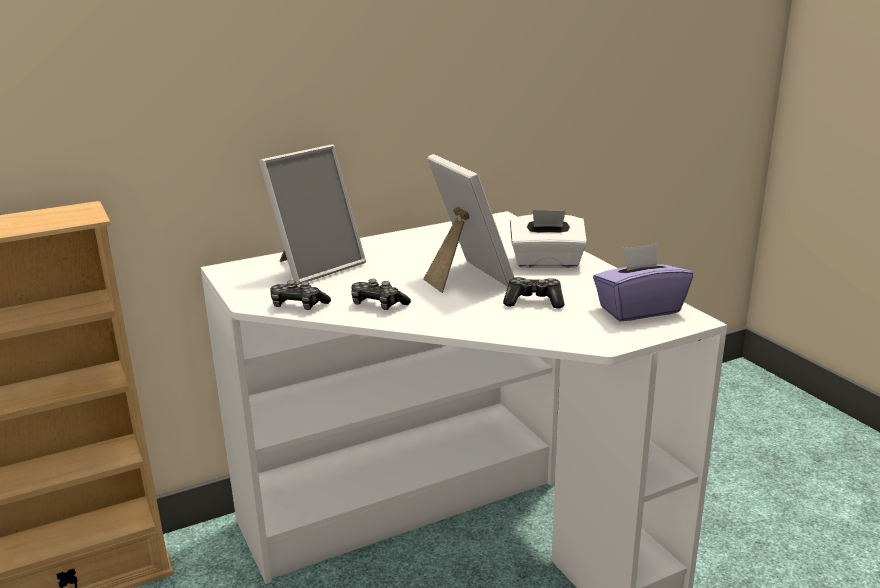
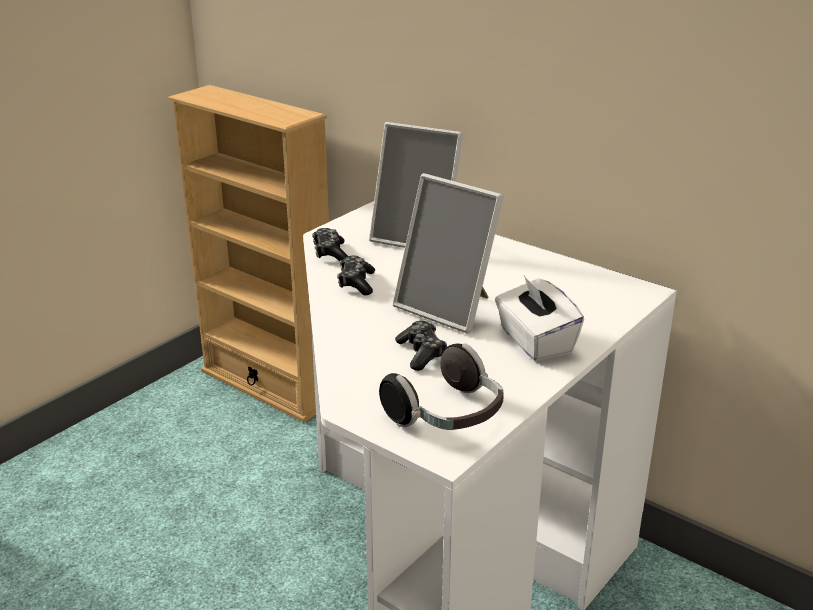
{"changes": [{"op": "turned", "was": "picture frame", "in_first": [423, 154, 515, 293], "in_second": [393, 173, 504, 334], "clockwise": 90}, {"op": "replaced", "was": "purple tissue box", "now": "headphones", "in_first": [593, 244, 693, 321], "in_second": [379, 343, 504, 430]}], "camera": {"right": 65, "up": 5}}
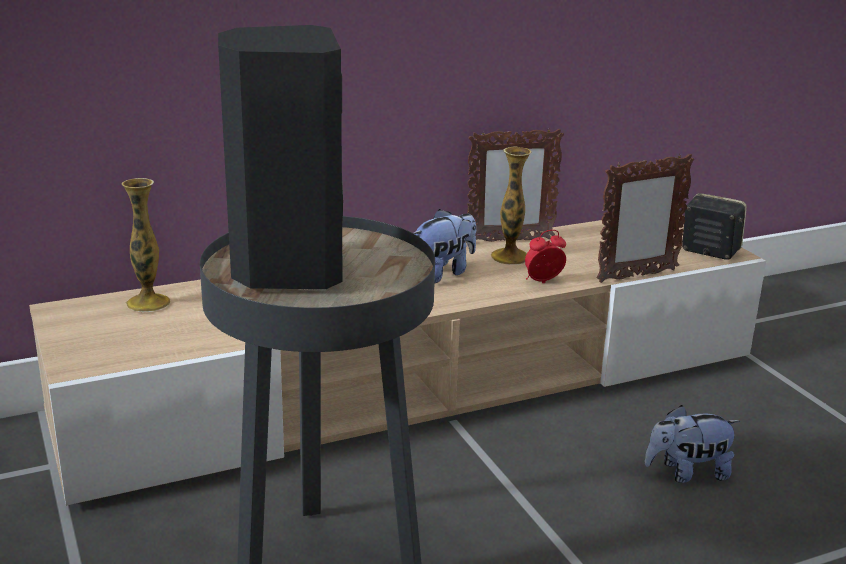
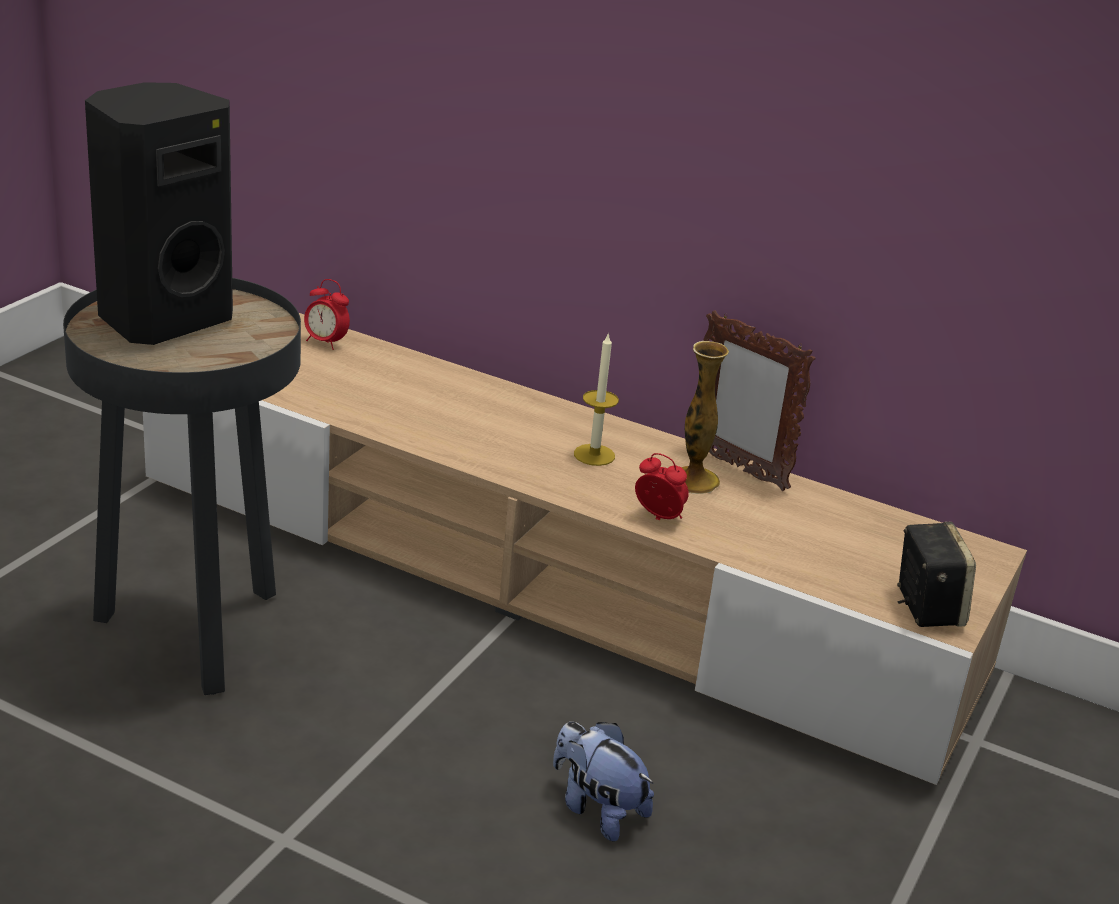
{"changes": [{"op": "removed", "was": "picture frame", "in_first": [596, 154, 694, 283]}, {"op": "replaced", "was": "vase", "now": "alarm clock", "in_first": [122, 178, 171, 312], "in_second": [304, 279, 350, 350]}, {"op": "replaced", "was": "plush toy", "now": "candle", "in_first": [413, 209, 476, 283], "in_second": [574, 332, 619, 466]}], "camera": {"right": 50, "up": 5}}
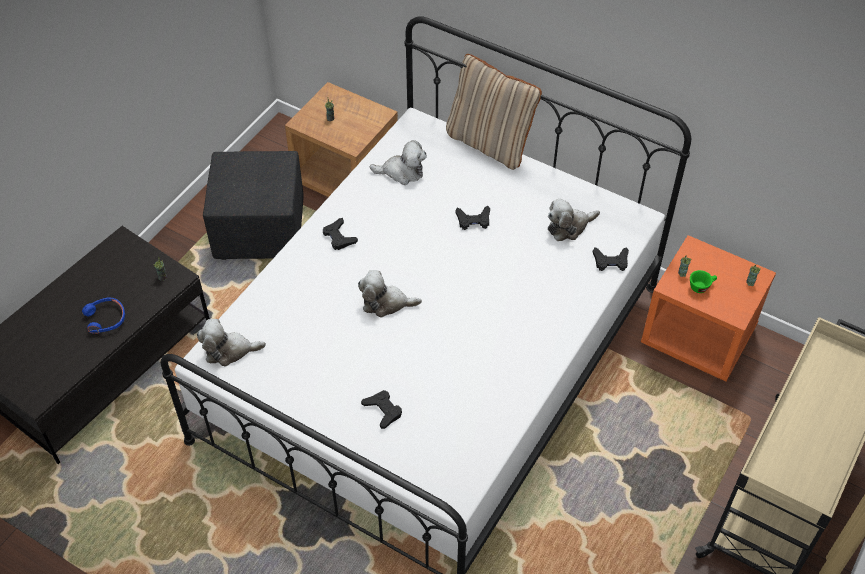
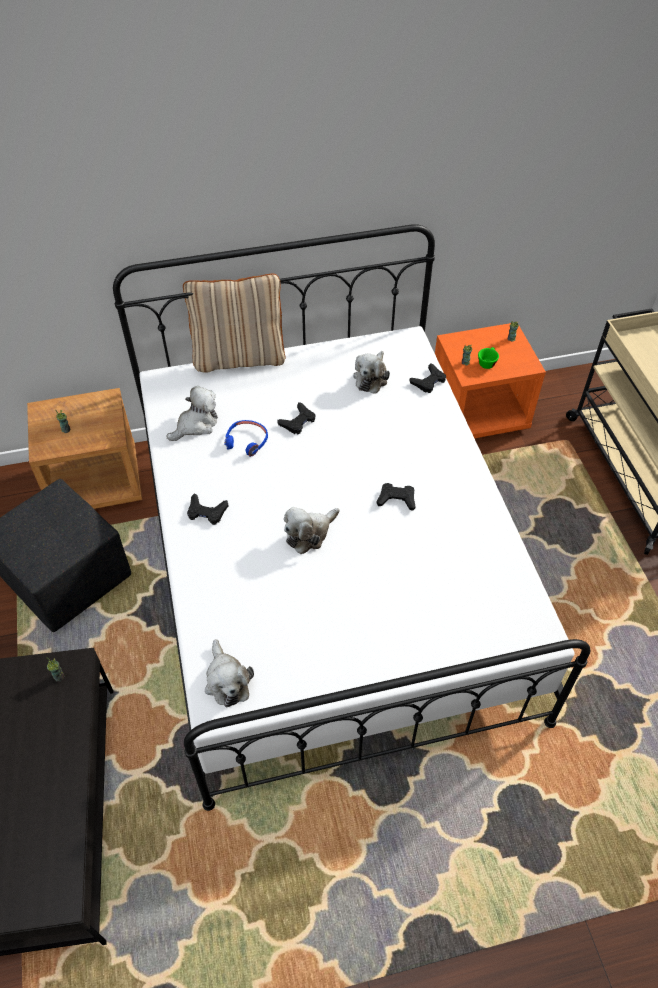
{"changes": [{"op": "moved", "was": "blue headphones", "in_first": [82, 297, 125, 334], "in_second": [224, 420, 268, 457]}, {"op": "turned", "was": "plush toy", "in_first": [197, 319, 266, 366], "in_second": [205, 639, 254, 708], "clockwise": -60}, {"op": "moved", "was": "black game controller", "in_first": [361, 390, 402, 429], "in_second": [376, 483, 416, 511]}], "camera": {"right": -45, "up": 0}}
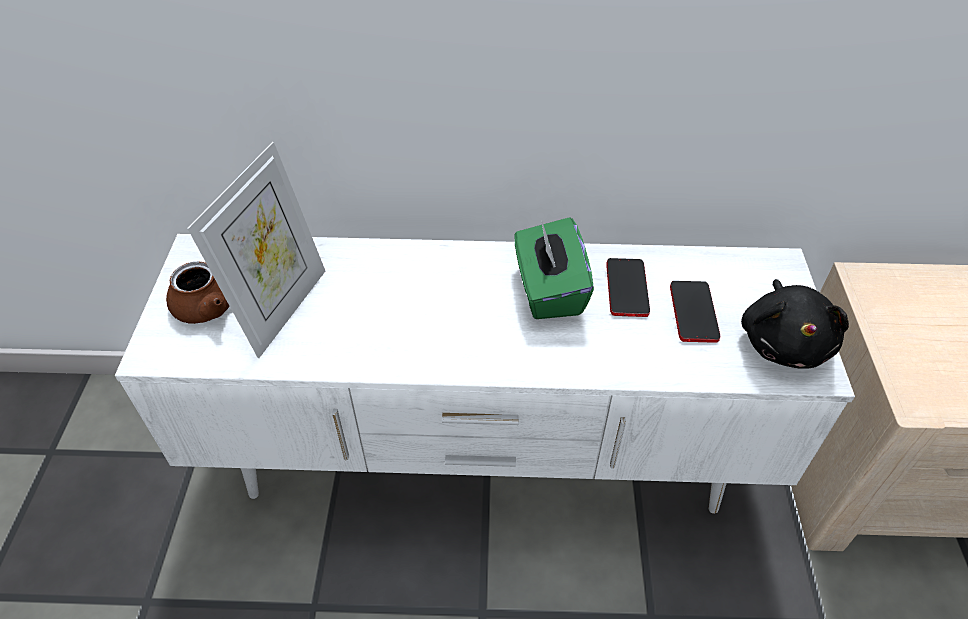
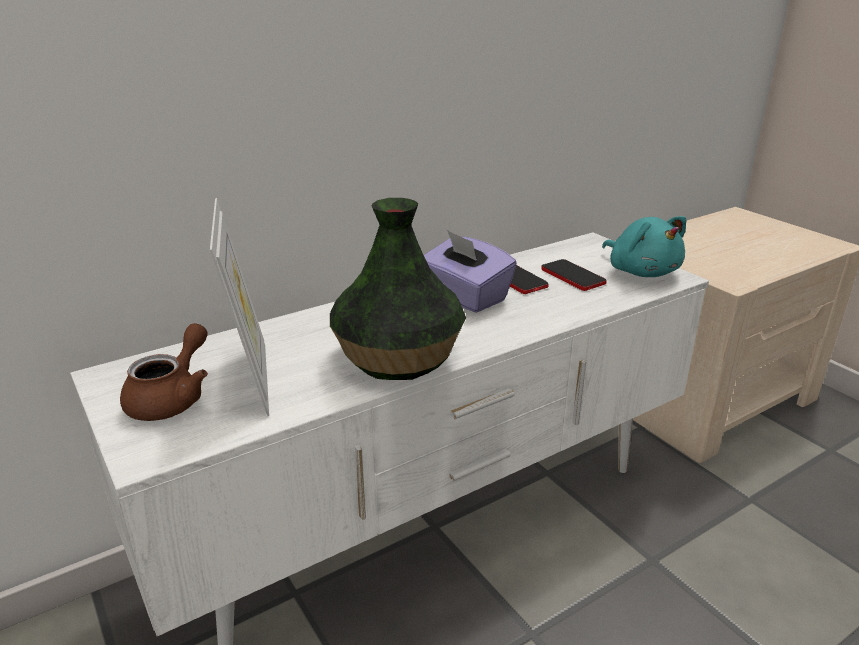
{"changes": [{"op": "recoloured", "was": "green tissue box", "now": "purple tissue box", "in_first": [514, 217, 594, 319], "in_second": [424, 230, 517, 313]}, {"op": "recoloured", "was": "black plush toy", "now": "turquoise plush toy", "in_first": [741, 279, 849, 368], "in_second": [602, 216, 686, 277]}, {"op": "added", "now": "vase", "in_second": [330, 198, 466, 380]}], "camera": {"right": -35, "up": -20}}
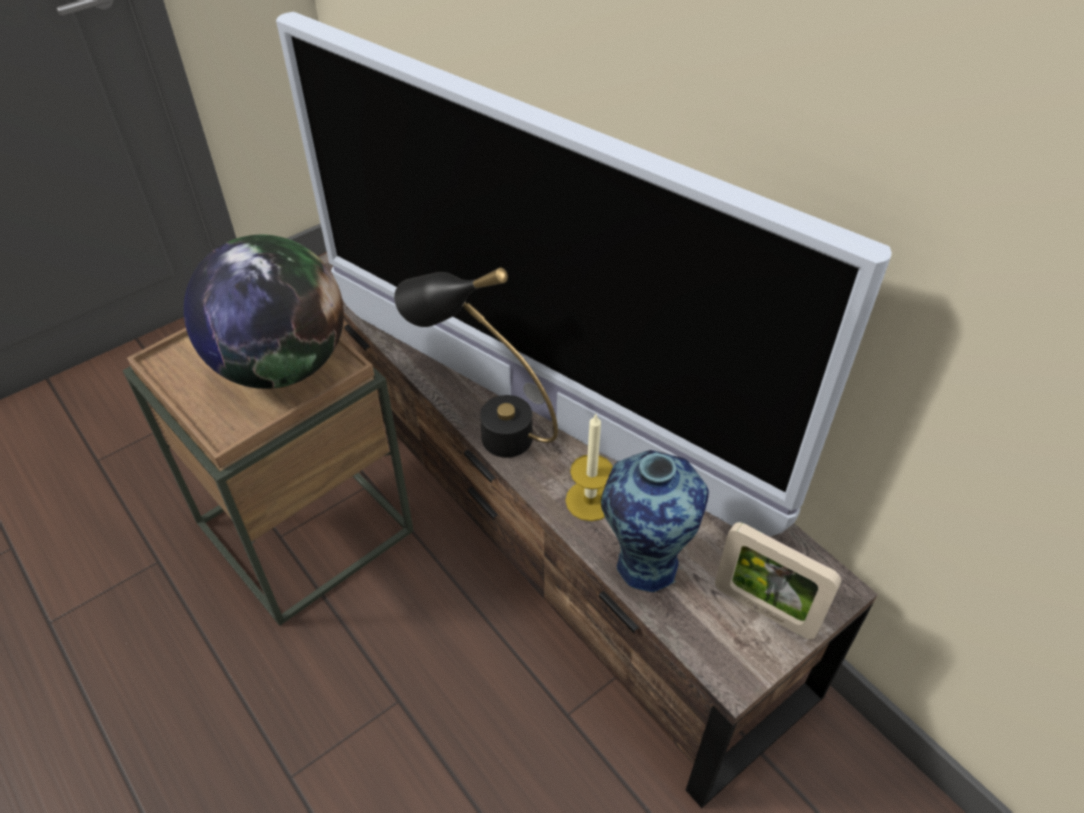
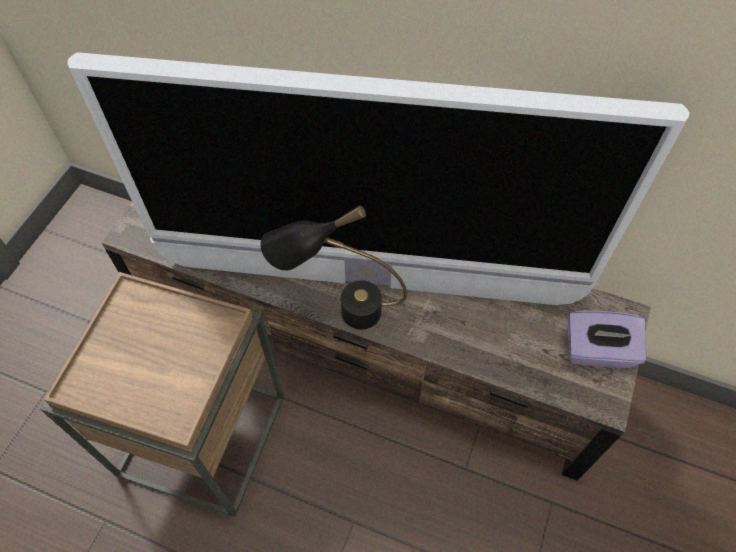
{"changes": [{"op": "removed", "was": "globe", "in_first": [184, 235, 344, 389]}, {"op": "removed", "was": "candle", "in_first": [565, 414, 613, 521]}, {"op": "removed", "was": "vase", "in_first": [601, 450, 709, 592]}, {"op": "replaced", "was": "picture frame", "now": "purple tissue box", "in_first": [715, 522, 842, 639], "in_second": [568, 311, 646, 368]}], "camera": {"right": -30, "up": 10}}
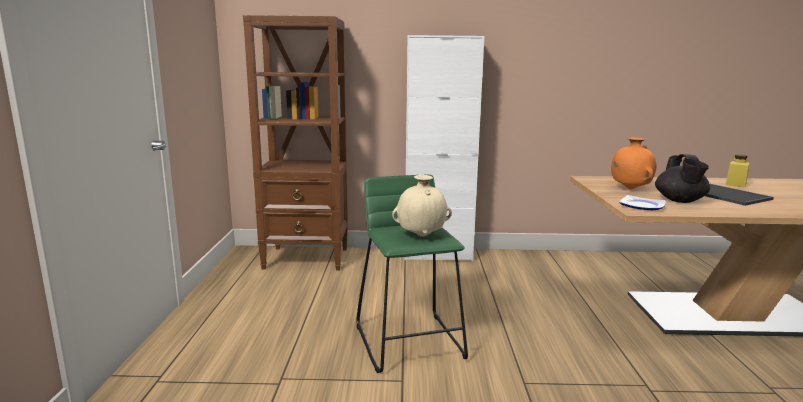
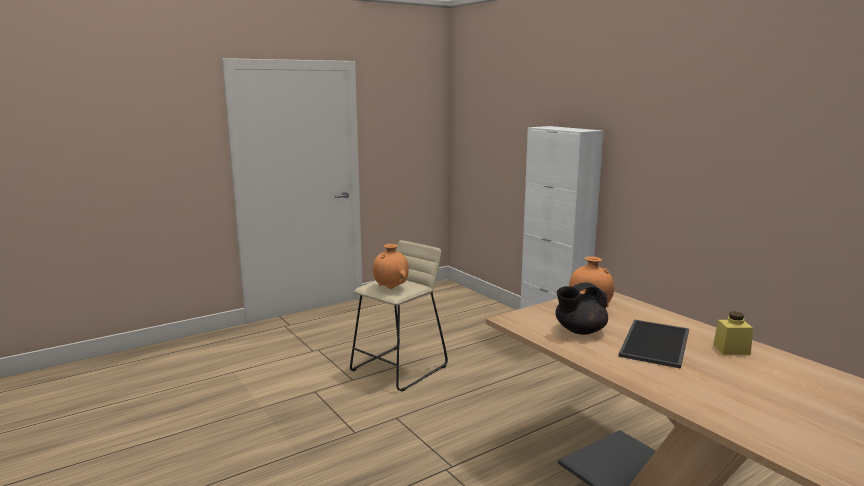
{"changes": [{"op": "removed", "was": "brown bookcase", "in_first": [243, 15, 348, 271]}, {"op": "recoloured", "was": "green stool", "now": "beige stool", "in_first": [356, 175, 468, 373], "in_second": [350, 240, 448, 392]}, {"op": "recoloured", "was": "beige vase", "now": "orange vase", "in_first": [392, 175, 452, 237], "in_second": [373, 244, 409, 289]}, {"op": "removed", "was": "plate", "in_first": [619, 195, 666, 210]}], "camera": {"right": 55, "up": 0}}
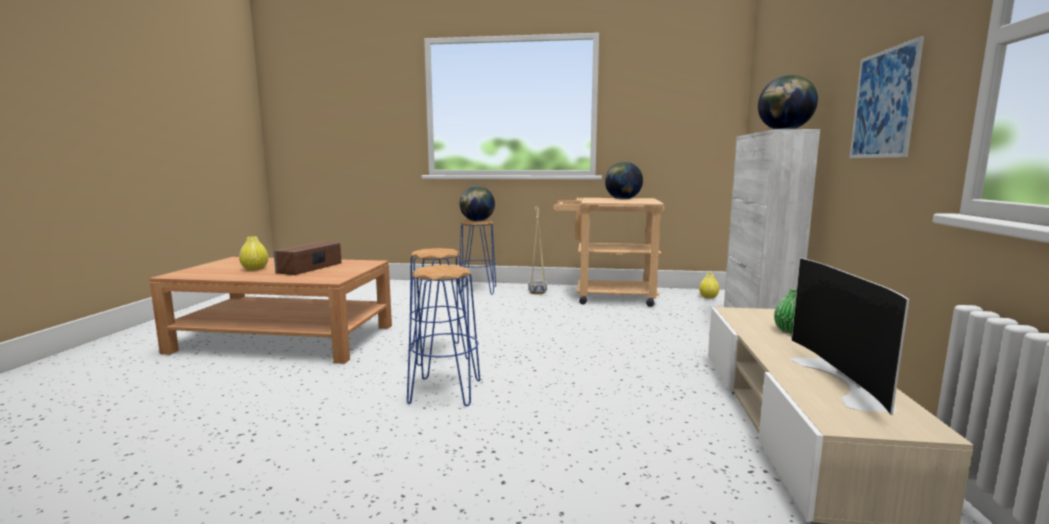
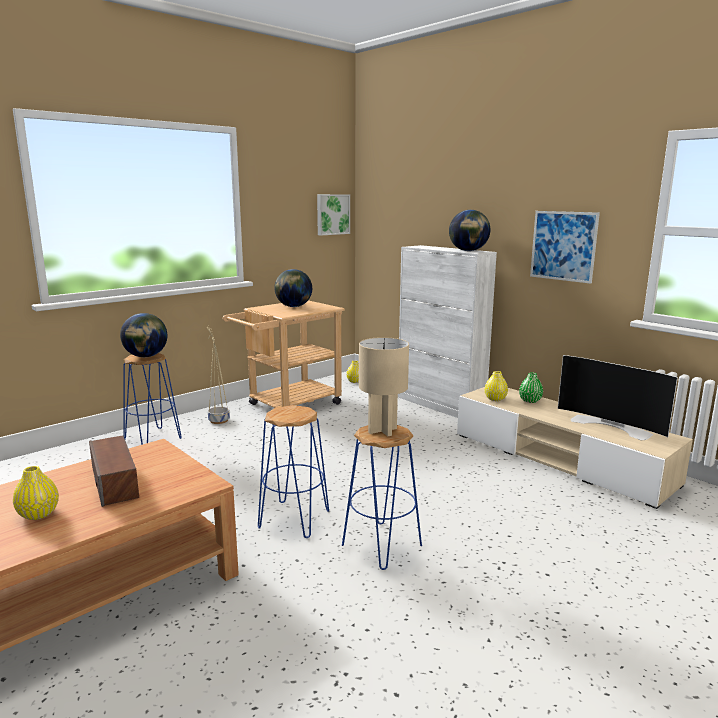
{"changes": [{"op": "added", "now": "picture", "in_second": [317, 194, 350, 236]}, {"op": "added", "now": "beige table lamp", "in_second": [359, 337, 409, 436]}, {"op": "added", "now": "yellow vase", "in_second": [485, 371, 508, 401]}], "camera": {"right": -50, "up": 5}}
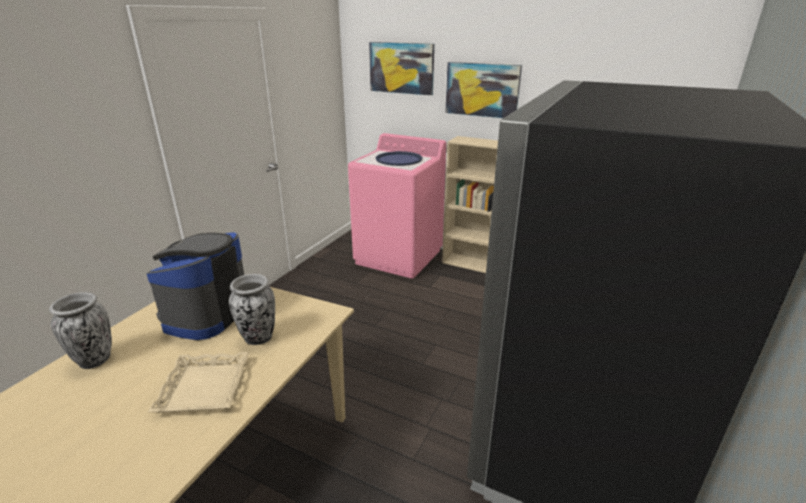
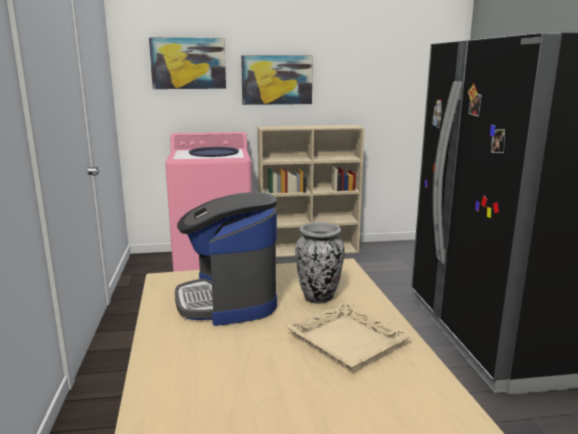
{"changes": [{"op": "removed", "was": "vase", "in_first": [49, 292, 112, 369]}], "camera": {"right": -35, "up": -10}}
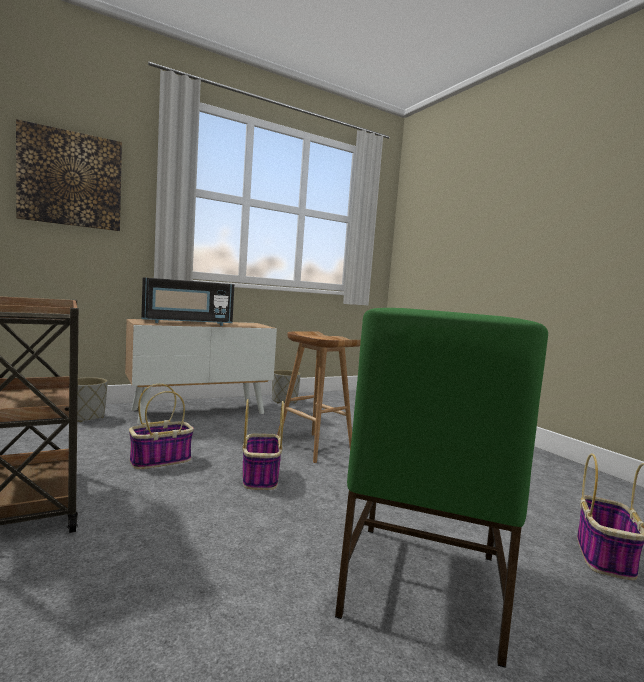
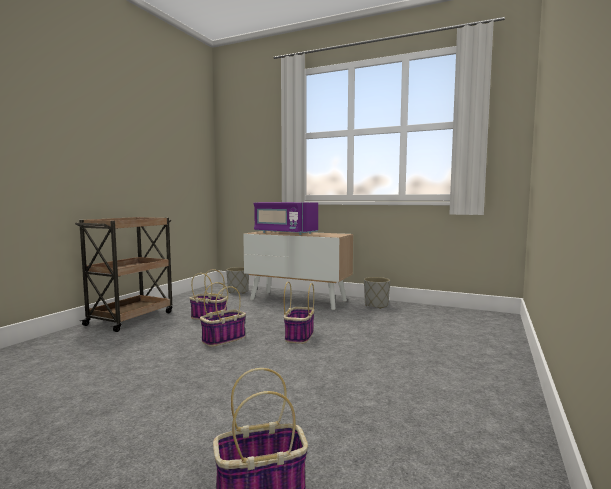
{"changes": [{"op": "removed", "was": "picture", "in_first": [16, 119, 122, 231]}, {"op": "recoloured", "was": "black microwave", "now": "purple microwave", "in_first": [141, 277, 234, 326], "in_second": [254, 202, 318, 235]}, {"op": "removed", "was": "green chair", "in_first": [335, 308, 548, 668]}, {"op": "replaced", "was": "brown stool", "now": "basket", "in_first": [277, 331, 361, 463], "in_second": [284, 282, 314, 344]}], "camera": {"right": 55, "up": 0}}
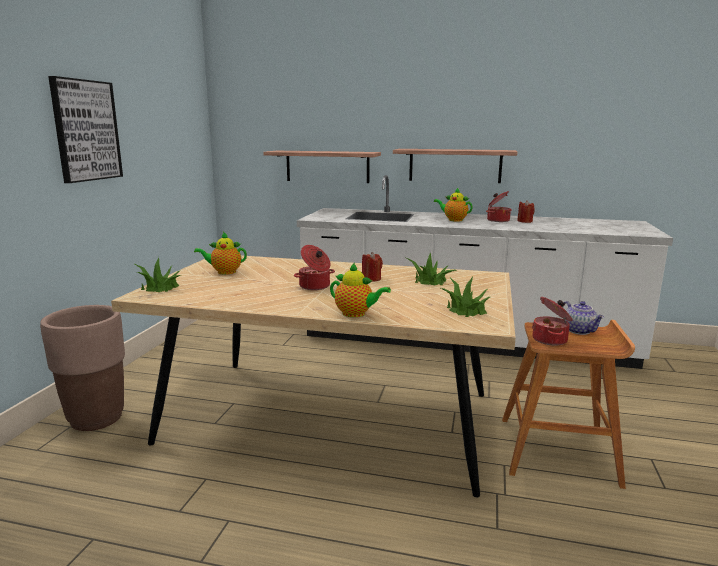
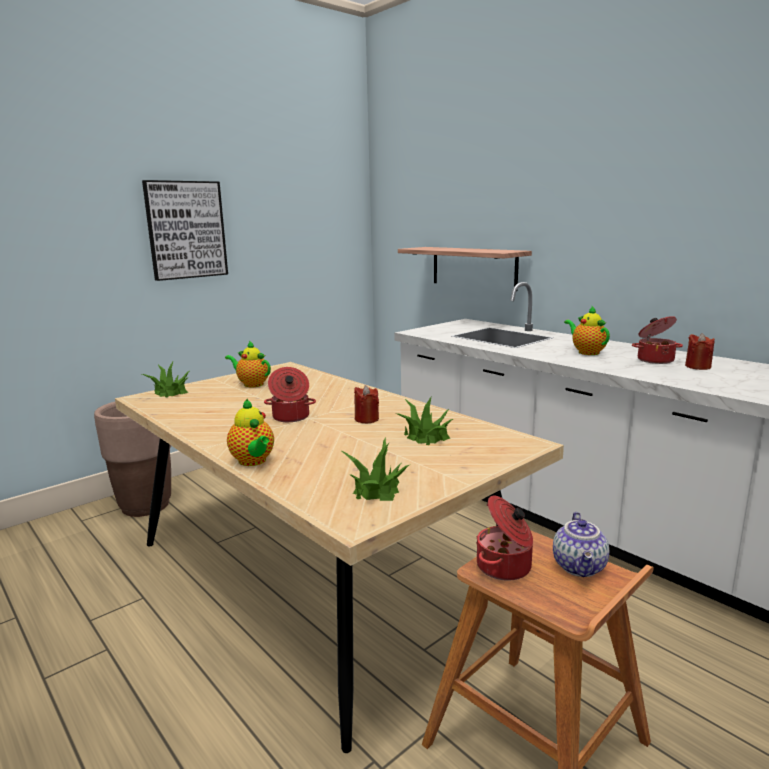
{"changes": [{"op": "removed", "was": "shelf", "in_first": [393, 149, 517, 183]}], "camera": {"right": 35, "up": 0}}
